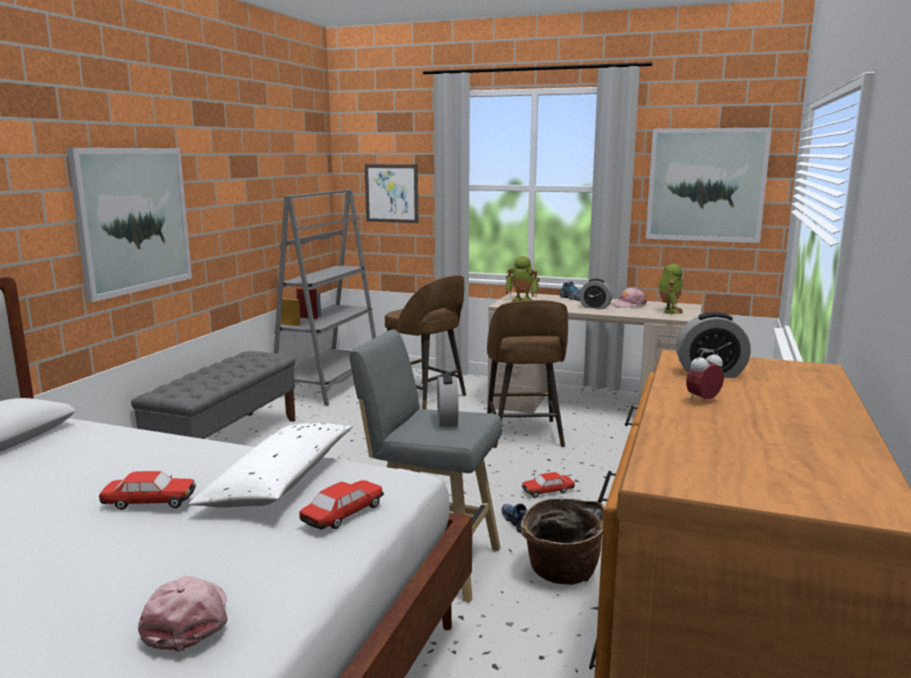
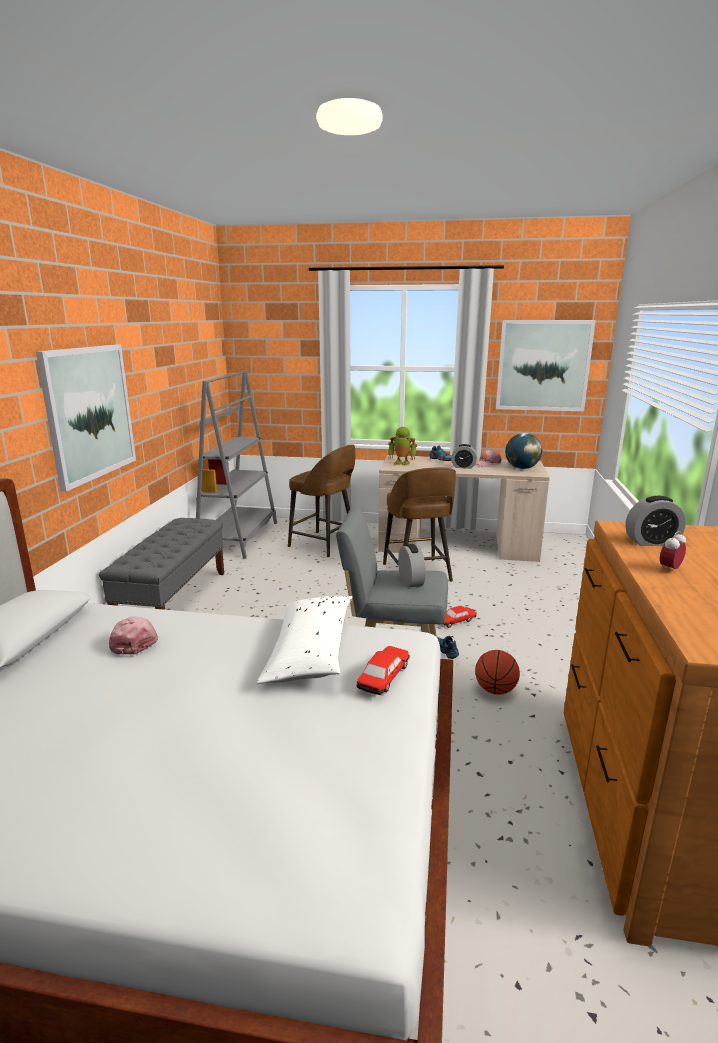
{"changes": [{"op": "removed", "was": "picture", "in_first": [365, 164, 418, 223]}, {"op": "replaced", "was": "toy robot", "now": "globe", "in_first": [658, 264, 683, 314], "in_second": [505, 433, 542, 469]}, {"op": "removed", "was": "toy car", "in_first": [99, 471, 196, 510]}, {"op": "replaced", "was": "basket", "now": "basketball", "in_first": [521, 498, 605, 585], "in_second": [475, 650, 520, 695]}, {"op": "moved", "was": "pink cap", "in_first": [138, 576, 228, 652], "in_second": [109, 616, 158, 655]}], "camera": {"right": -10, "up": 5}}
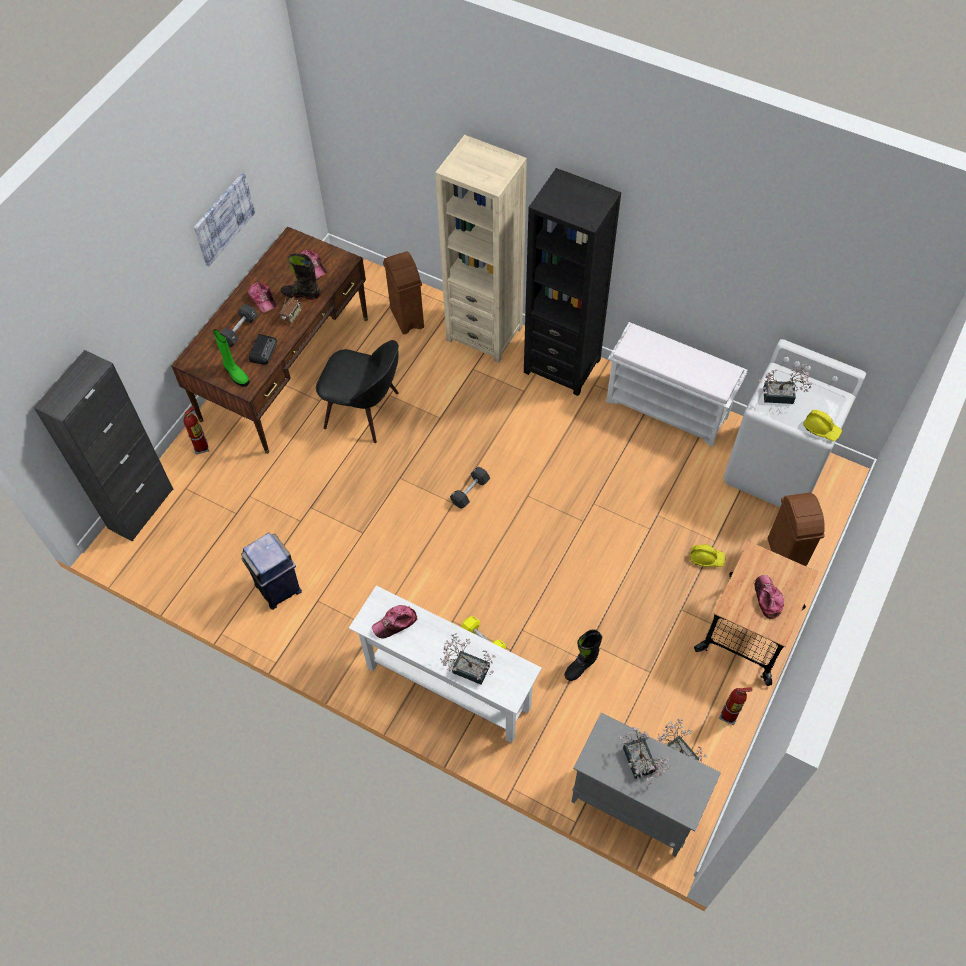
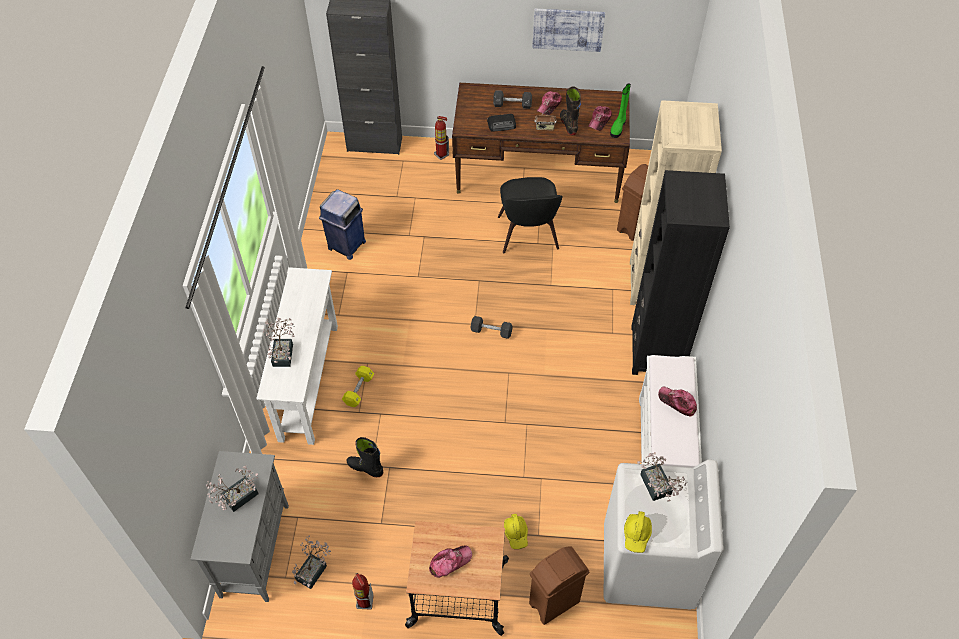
{"changes": [{"op": "moved", "was": "green boot", "in_first": [213, 329, 250, 387], "in_second": [610, 83, 631, 138]}, {"op": "moved", "was": "cap", "in_first": [372, 605, 417, 639], "in_second": [658, 387, 697, 417]}], "camera": {"right": 65, "up": -5}}
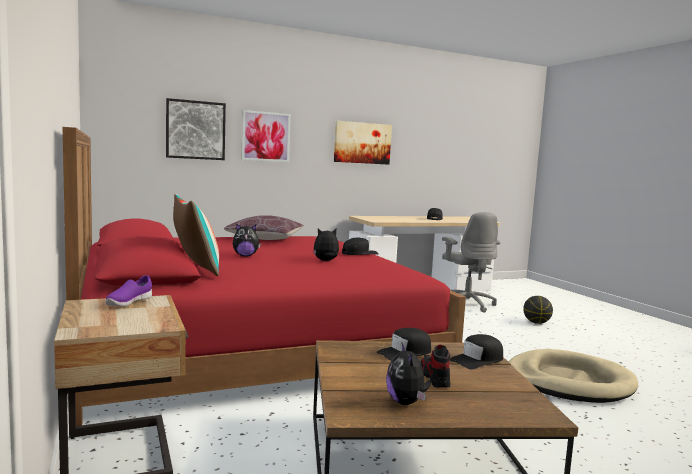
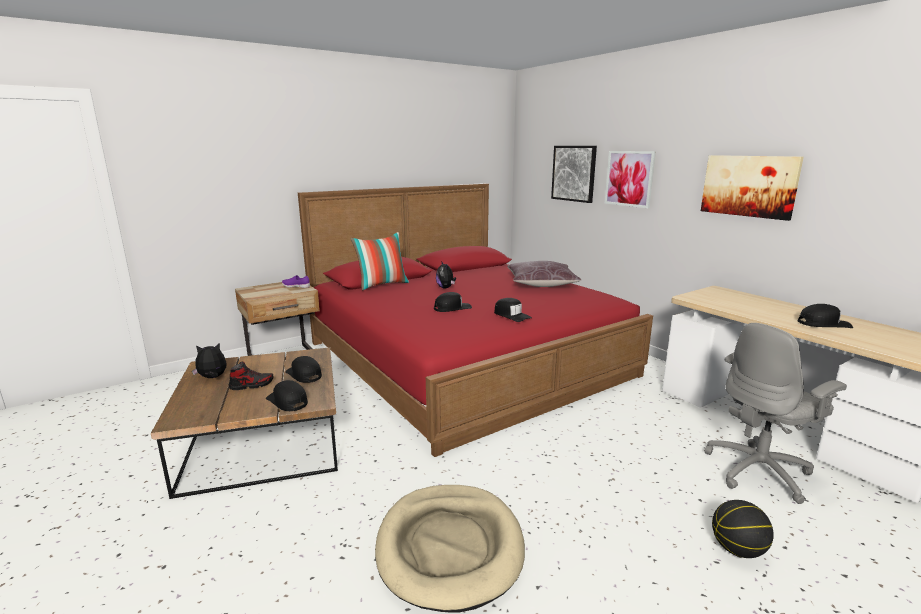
{"changes": [{"op": "replaced", "was": "plush toy", "now": "black cap", "in_first": [313, 228, 339, 261], "in_second": [434, 292, 472, 312]}], "camera": {"right": 80, "up": 10}}
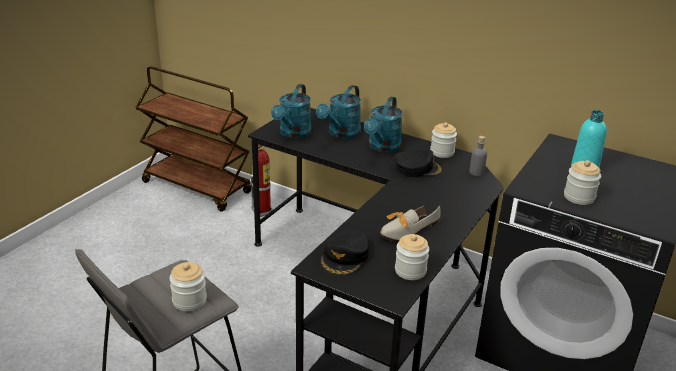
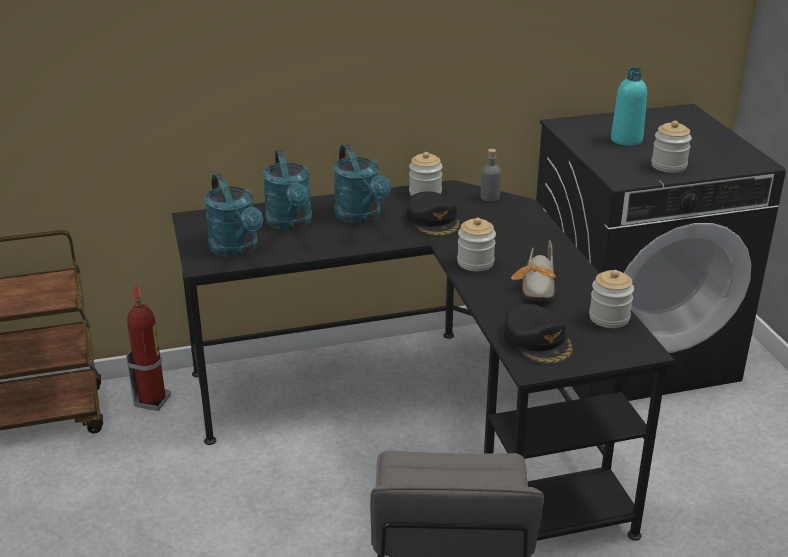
{"changes": [{"op": "turned", "was": "black cap", "in_first": [393, 150, 443, 177], "in_second": [406, 191, 460, 237], "clockwise": 120}, {"op": "moved", "was": "jar", "in_first": [169, 262, 207, 311], "in_second": [457, 218, 496, 271]}], "camera": {"right": -45, "up": 0}}
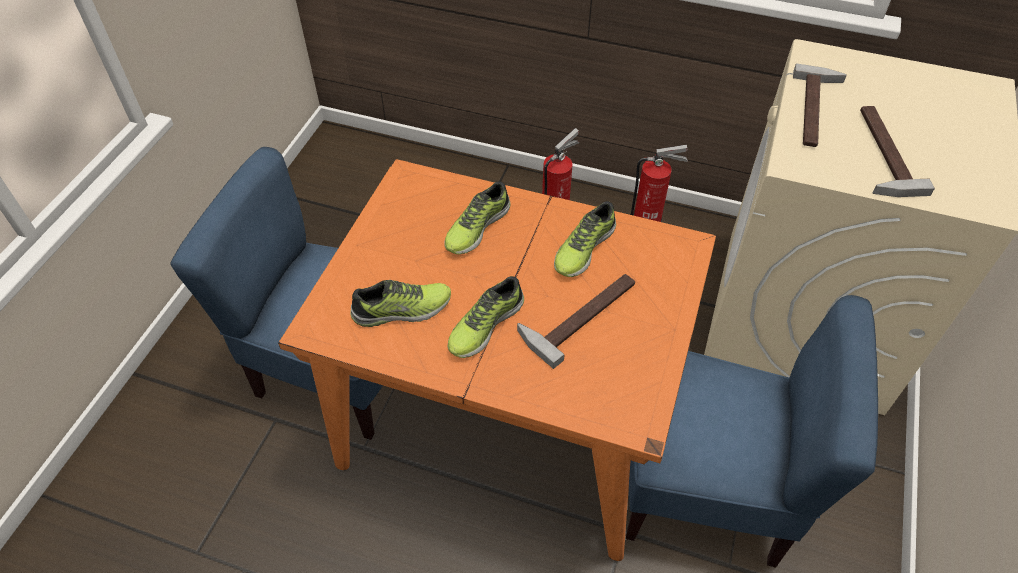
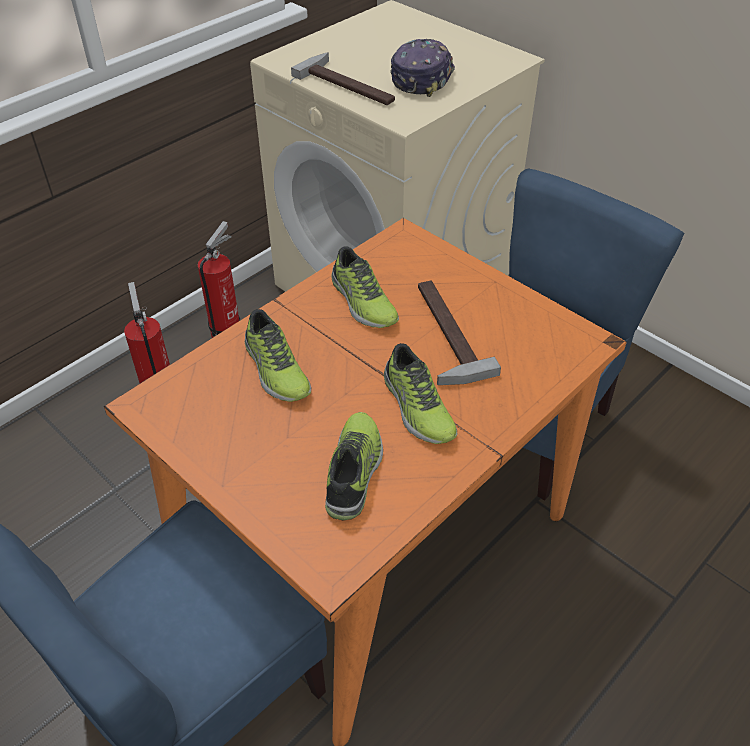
{"changes": [{"op": "replaced", "was": "hammer", "now": "cap", "in_first": [860, 106, 935, 197], "in_second": [390, 39, 455, 97]}], "camera": {"right": -65, "up": -5}}
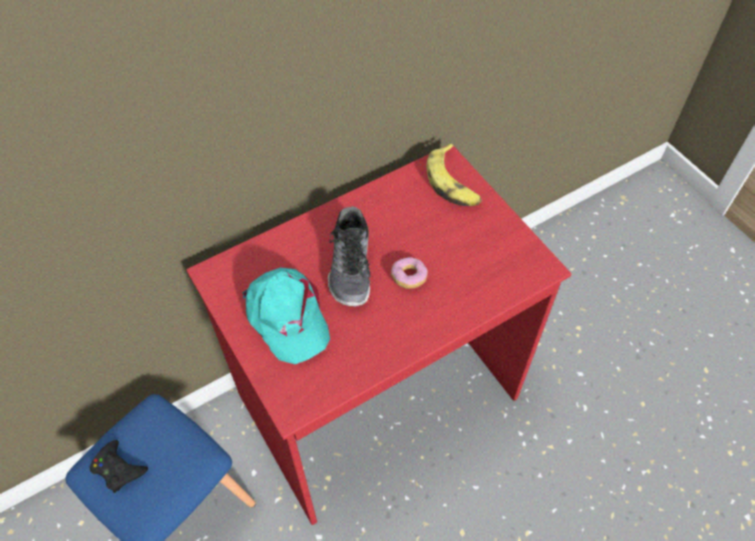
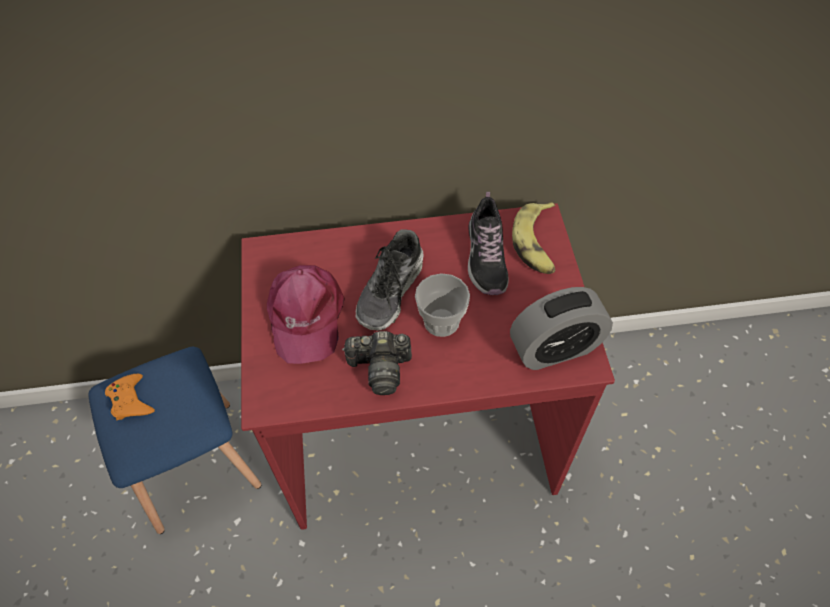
{"changes": [{"op": "replaced", "was": "donut", "now": "cup", "in_first": [391, 257, 428, 289], "in_second": [415, 273, 470, 337]}, {"op": "recoloured", "was": "turquoise cap", "now": "pink cap", "in_first": [242, 267, 330, 364], "in_second": [267, 265, 345, 364]}, {"op": "recoloured", "was": "black game controller", "now": "orange game controller", "in_first": [89, 440, 148, 493], "in_second": [105, 373, 155, 420]}, {"op": "added", "now": "shoe", "in_second": [468, 192, 509, 295]}, {"op": "added", "now": "alarm clock", "in_second": [510, 287, 613, 370]}, {"op": "added", "now": "photo camera", "in_second": [342, 331, 412, 395]}], "camera": {"right": 25, "up": 0}}
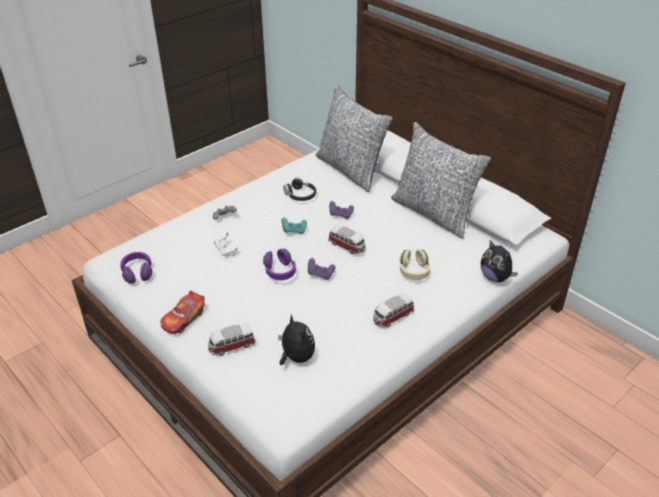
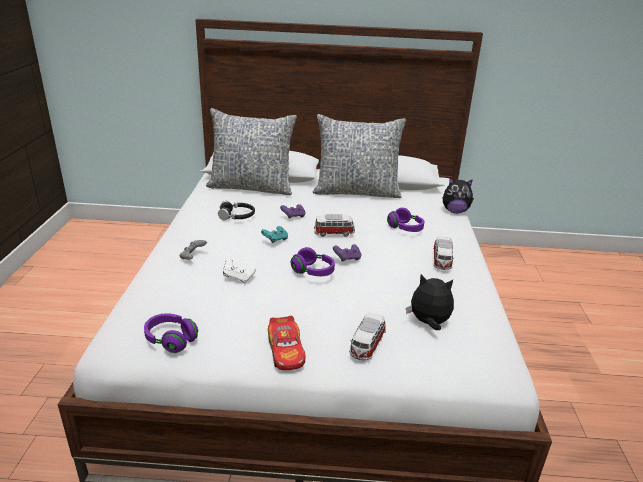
{"changes": [{"op": "recoloured", "was": "beige headphones", "now": "purple headphones", "in_first": [400, 249, 431, 280], "in_second": [387, 208, 424, 232]}], "camera": {"right": -45, "up": -10}}
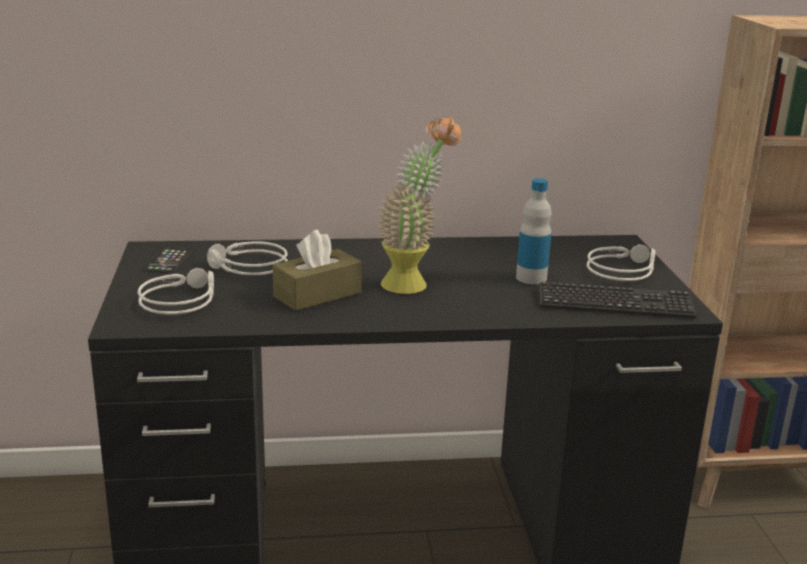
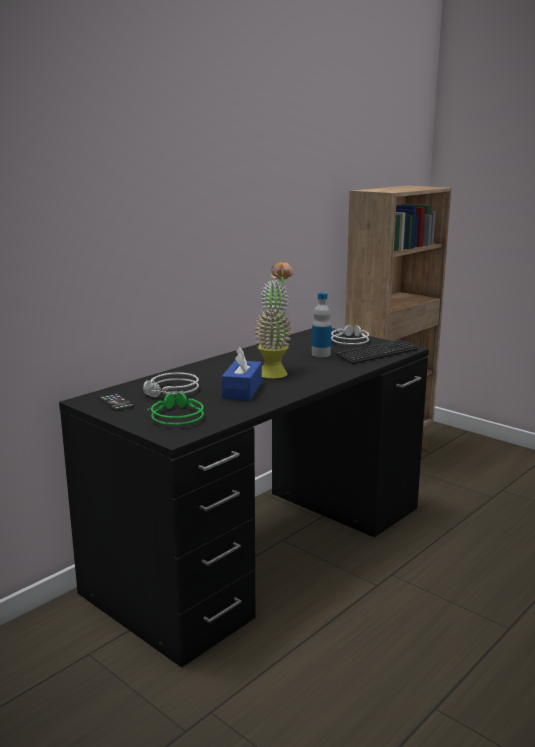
{"changes": [{"op": "recoloured", "was": "brown tissue box", "now": "blue tissue box", "in_first": [273, 230, 362, 311], "in_second": [222, 347, 262, 401]}, {"op": "recoloured", "was": "grey headphones", "now": "green headphones", "in_first": [137, 268, 214, 315], "in_second": [147, 392, 204, 425]}], "camera": {"right": -40, "up": -5}}
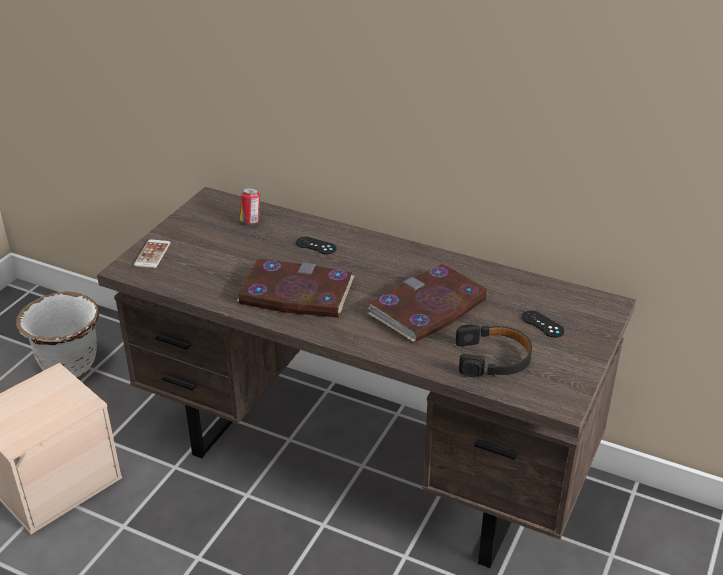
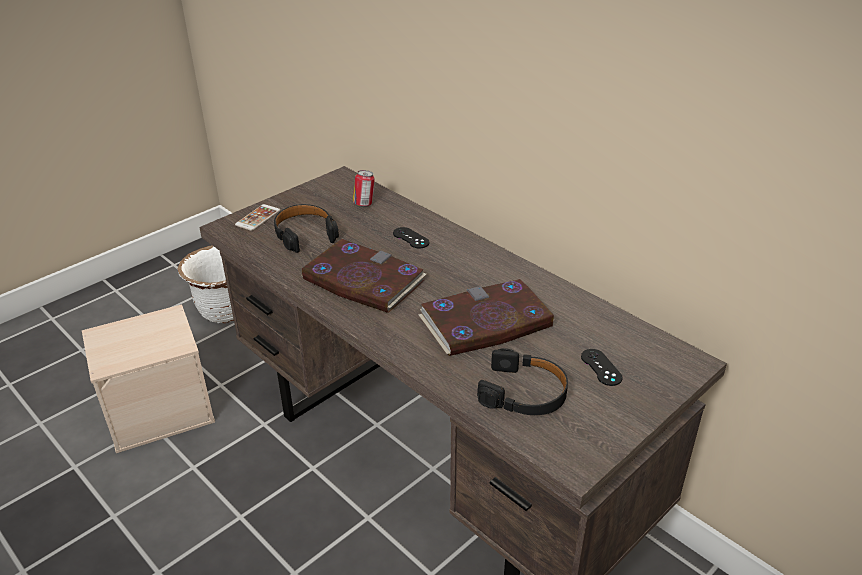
{"changes": [{"op": "added", "now": "black headphones", "in_second": [274, 204, 339, 253]}], "camera": {"right": 20, "up": 0}}
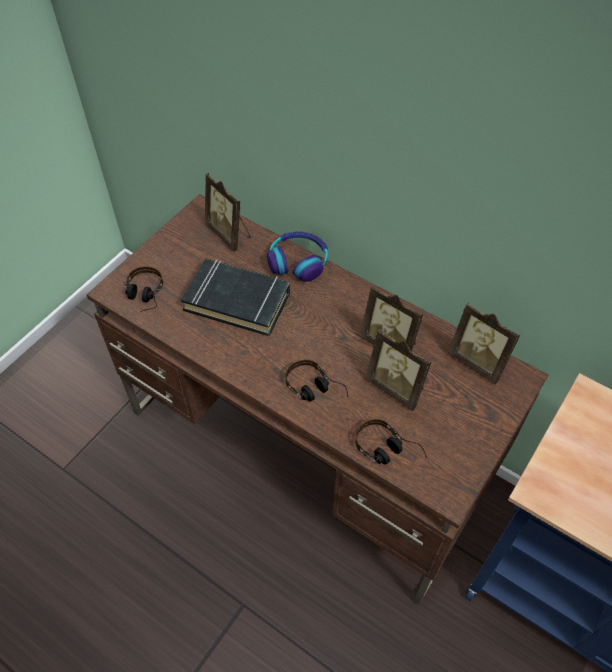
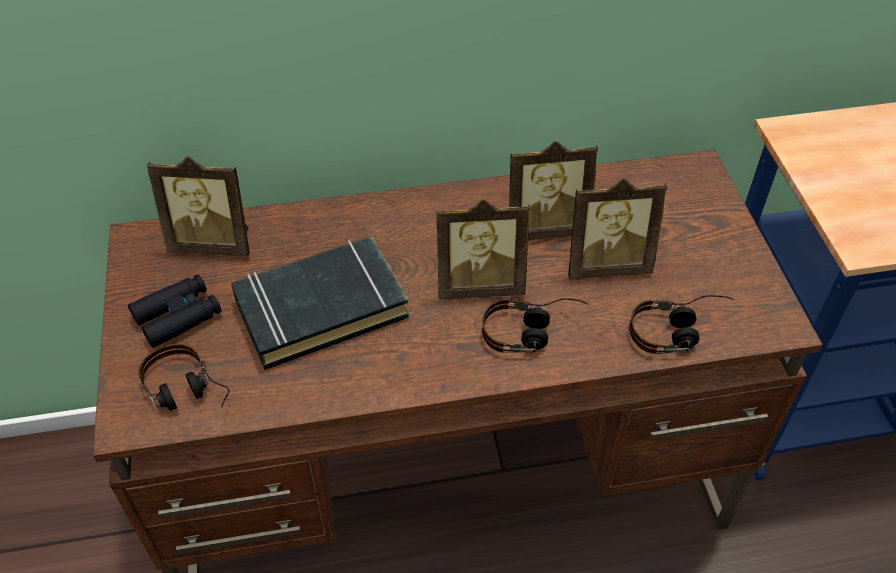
{"changes": [{"op": "removed", "was": "headphones", "in_first": [267, 232, 328, 282]}, {"op": "moved", "was": "picture frame", "in_first": [448, 302, 521, 384], "in_second": [437, 199, 530, 300]}, {"op": "added", "now": "black binoculars", "in_second": [128, 274, 221, 348]}], "camera": {"right": -45, "up": -5}}
